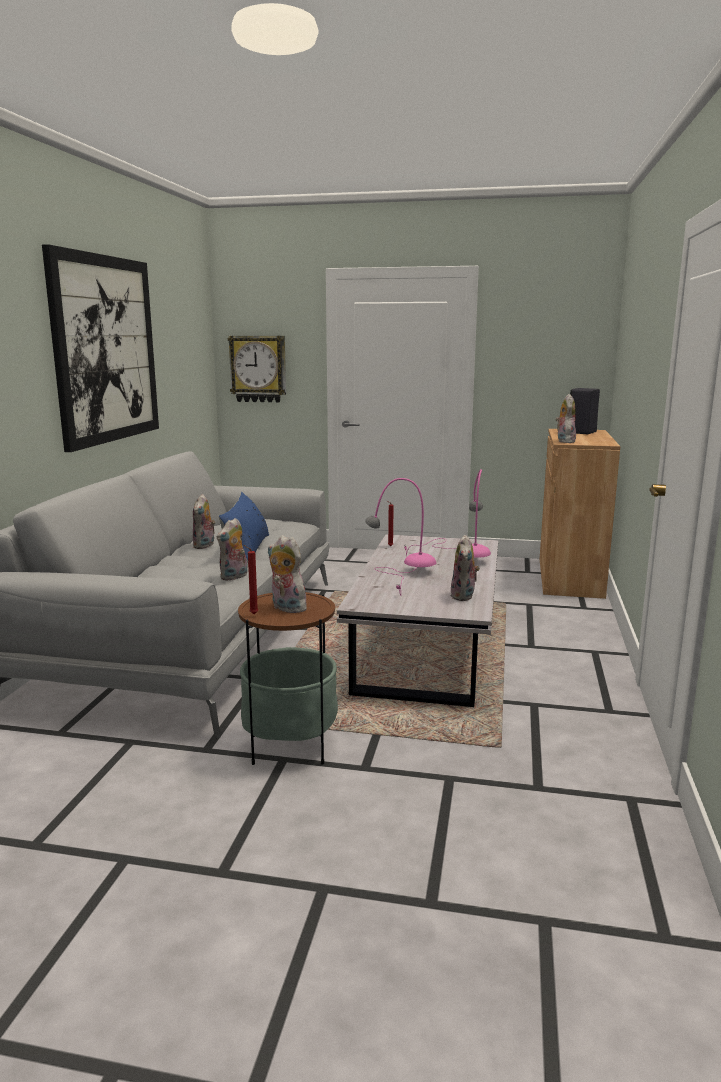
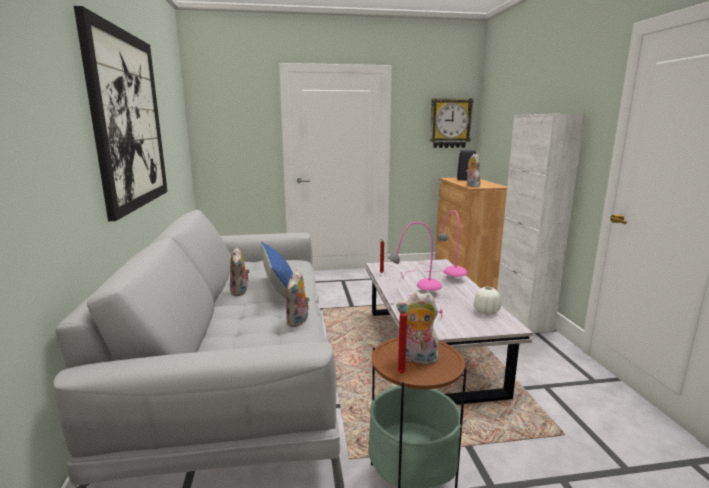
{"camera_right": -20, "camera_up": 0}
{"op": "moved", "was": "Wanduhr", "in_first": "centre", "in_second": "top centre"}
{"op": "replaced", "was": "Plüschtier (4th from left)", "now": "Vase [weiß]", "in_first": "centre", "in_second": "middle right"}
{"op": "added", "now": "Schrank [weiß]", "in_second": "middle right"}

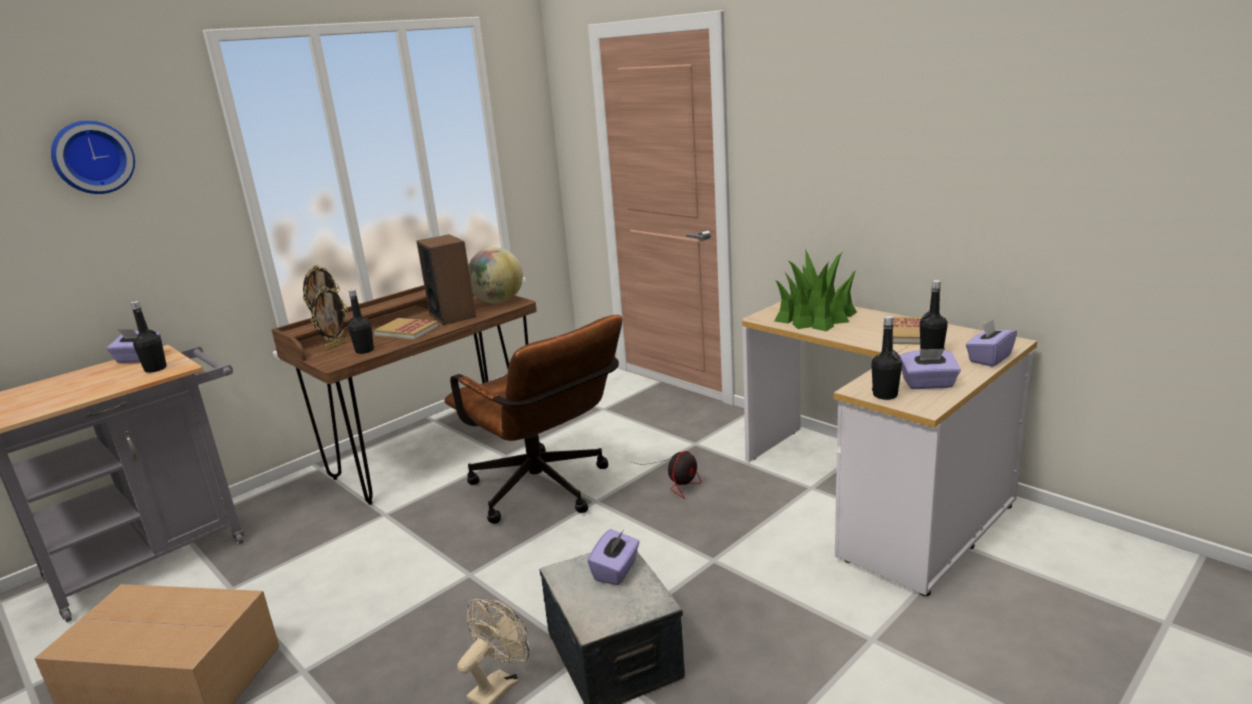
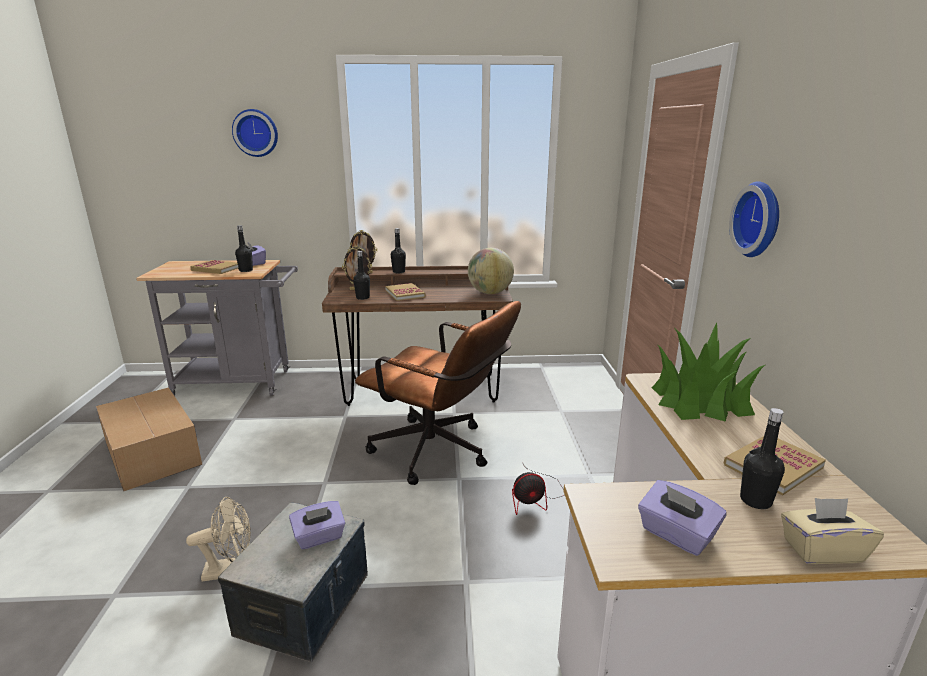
{"camera_right": 40, "camera_up": 0}
{"op": "removed", "was": "Lautsprecher", "in_first": "centre"}
{"op": "turned", "was": "Bürostuhl [braun]", "in_first": "centre", "in_second": "centre", "clockwise": -60}
{"op": "moved", "was": "Flasche [schwarz] (3rd from left)", "in_first": "middle right", "in_second": "centre"}
{"op": "recoloured", "was": "Taschentuchbox [lila] (4th from left)", "now": "Taschentuchbox [beige]", "in_first": "middle right", "in_second": "bottom right"}
{"op": "added", "now": "Wanduhr (2nd from left)", "in_second": "top right"}
{"op": "added", "now": "Buch (1st from left)", "in_second": "middle left"}

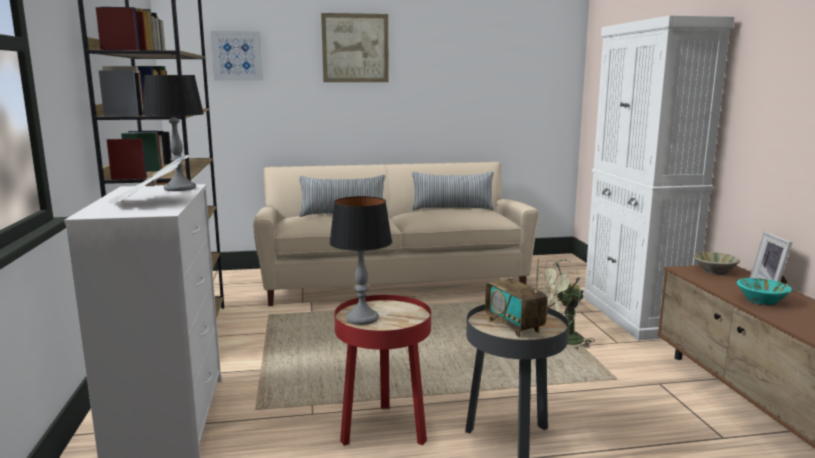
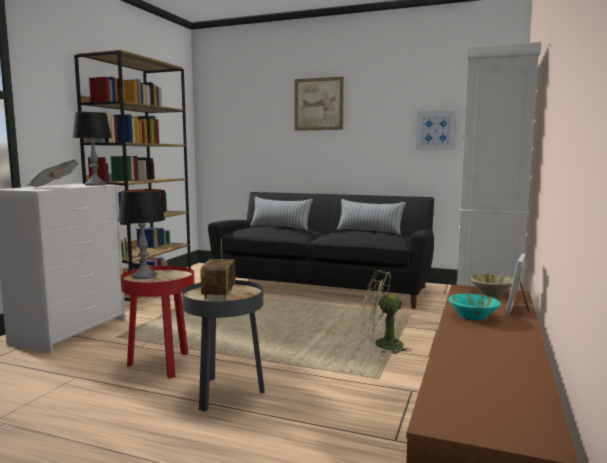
{"camera_right": 30, "camera_up": -5}
{"op": "moved", "was": "Bild (1st from left in the first image)", "now": "Bild (2nd from left)", "in_first": "top left", "in_second": "top right"}
{"op": "recoloured", "was": "Sofa [beige]", "now": "Sofa [schwarz]", "in_first": "centre", "in_second": "centre"}

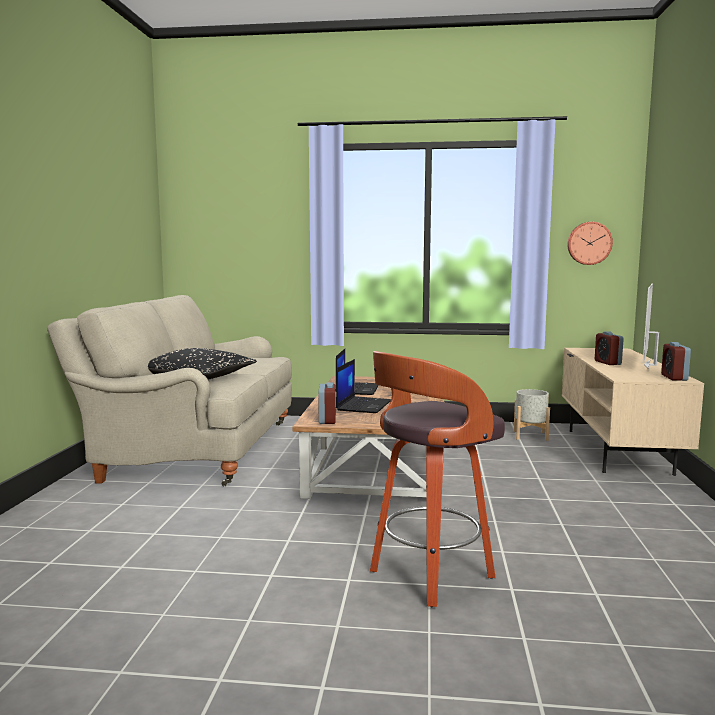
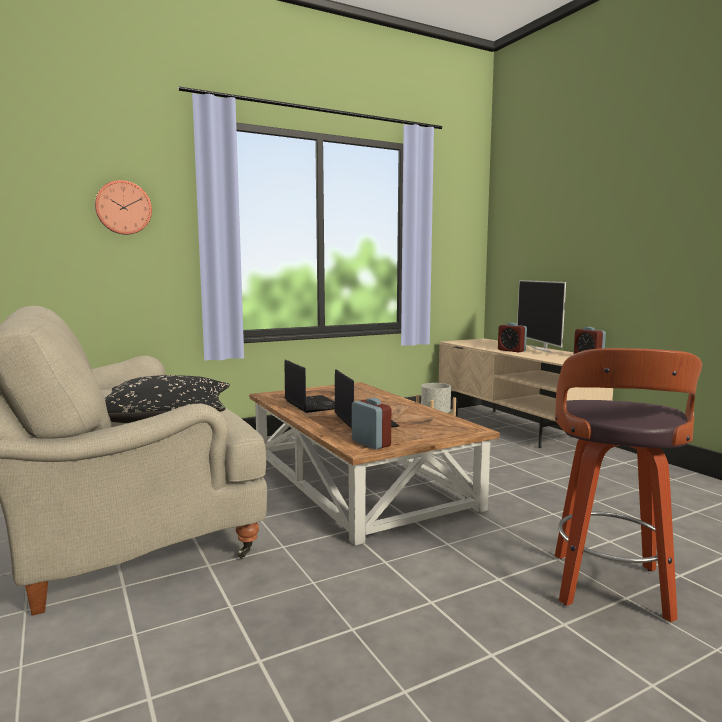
{"camera_right": -35, "camera_up": 0}
{"op": "moved", "was": "Wanduhr", "in_first": "middle right", "in_second": "top left"}

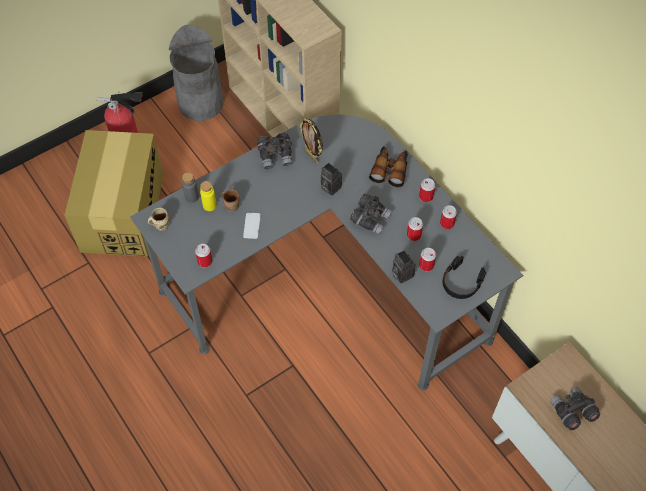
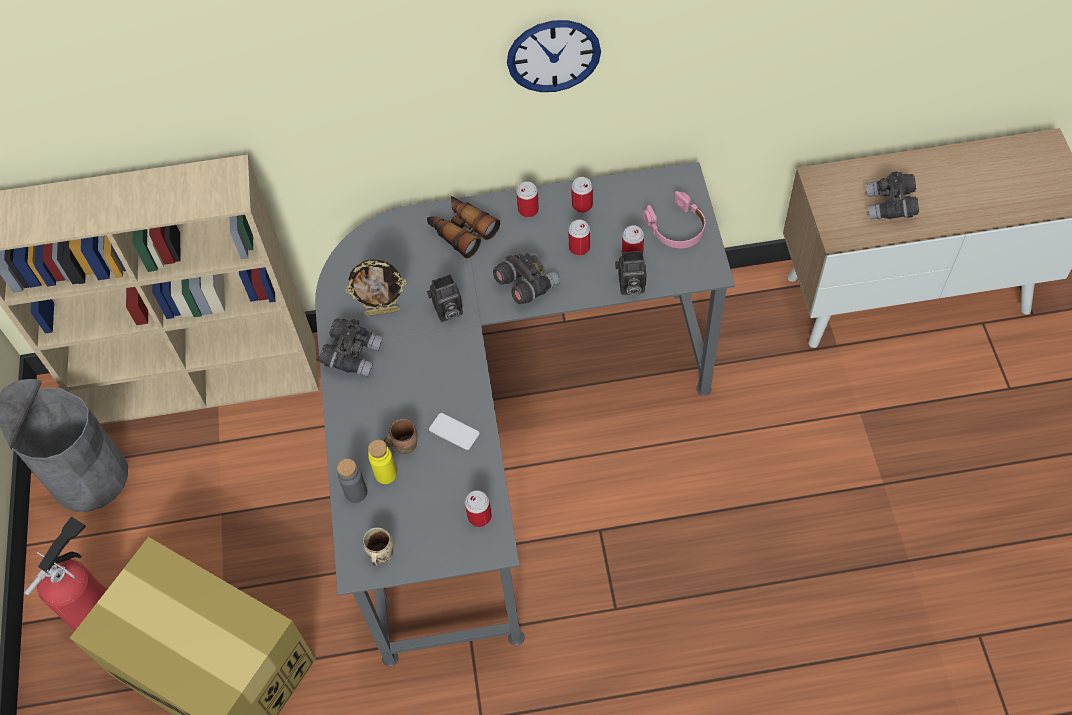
{"camera_right": -60, "camera_up": 0}
{"op": "recoloured", "was": "Kopfhörer [schwarz]", "now": "Kopfhörer [rosa]", "in_first": "middle right", "in_second": "top centre"}
{"op": "added", "now": "Wanduhr", "in_second": "top centre"}

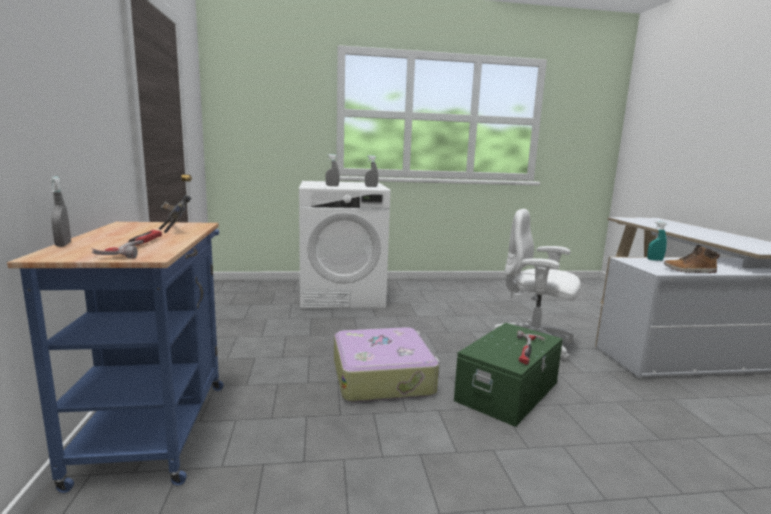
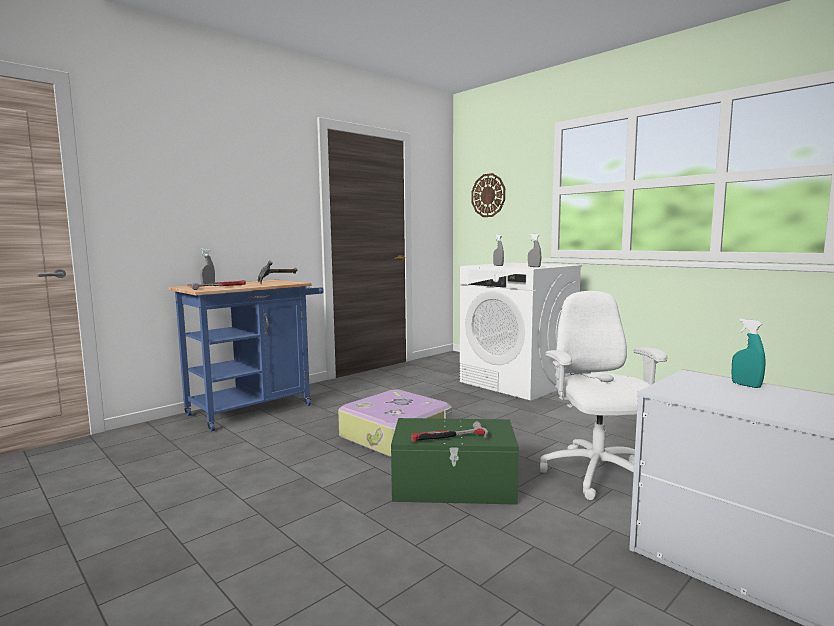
{"camera_right": 55, "camera_up": -5}
{"op": "removed", "was": "Stiefel", "in_first": "middle right"}
{"op": "added", "now": "Wanduhr", "in_second": "top centre"}

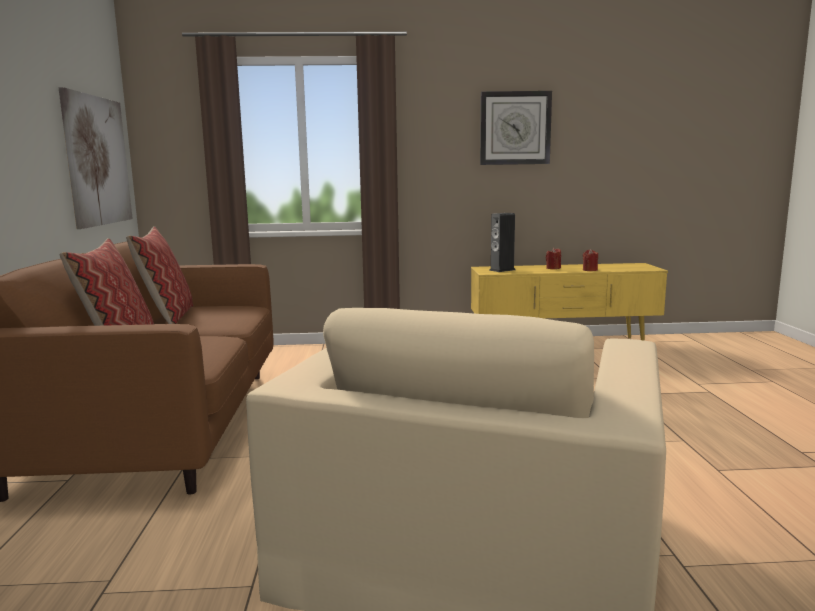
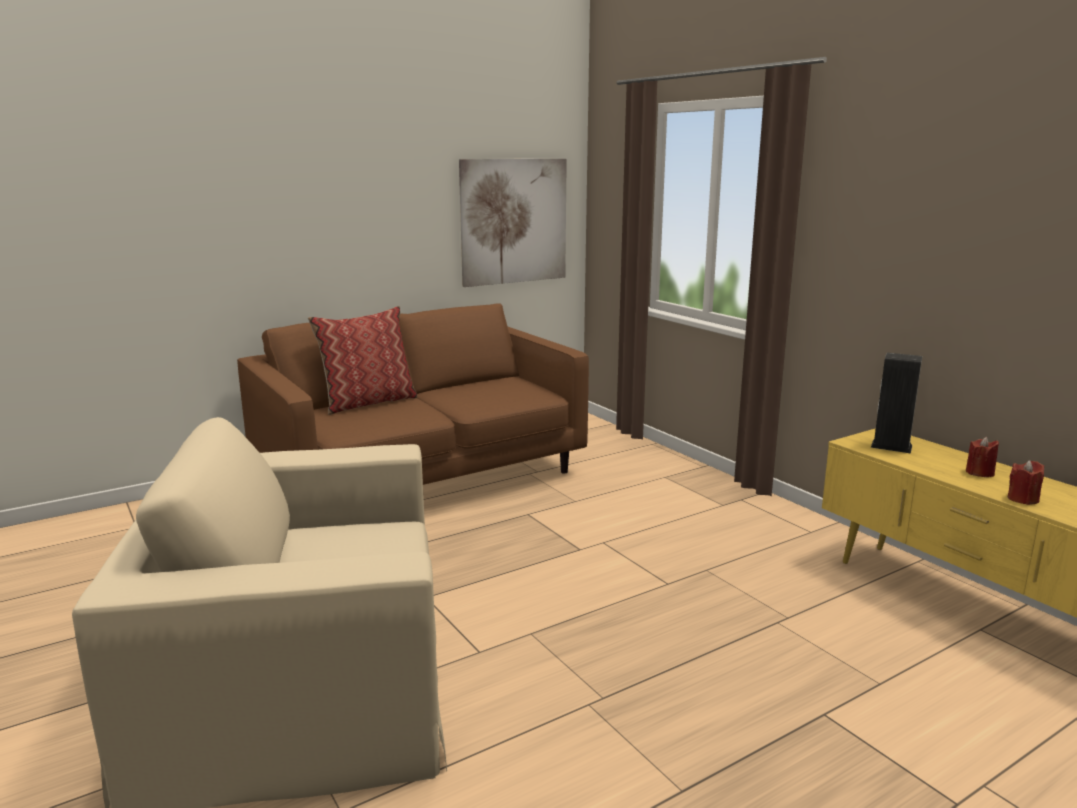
{"camera_right": 60, "camera_up": 5}
{"op": "removed", "was": "Wanduhr", "in_first": "top centre"}
{"op": "removed", "was": "Kissen (2nd from left)", "in_first": "middle left"}

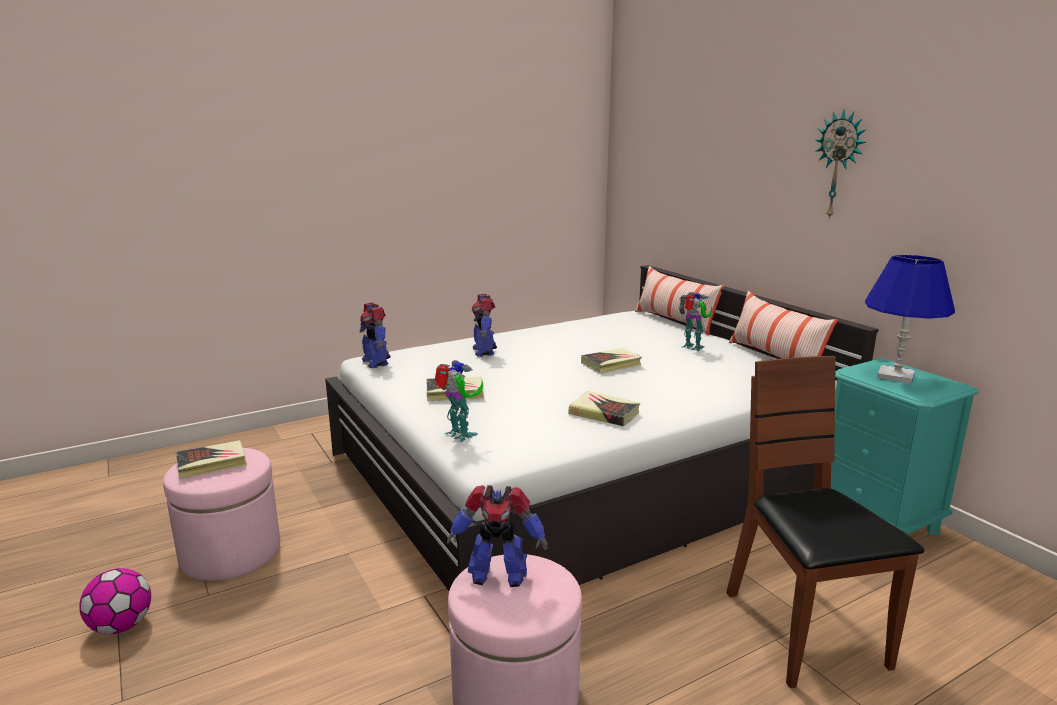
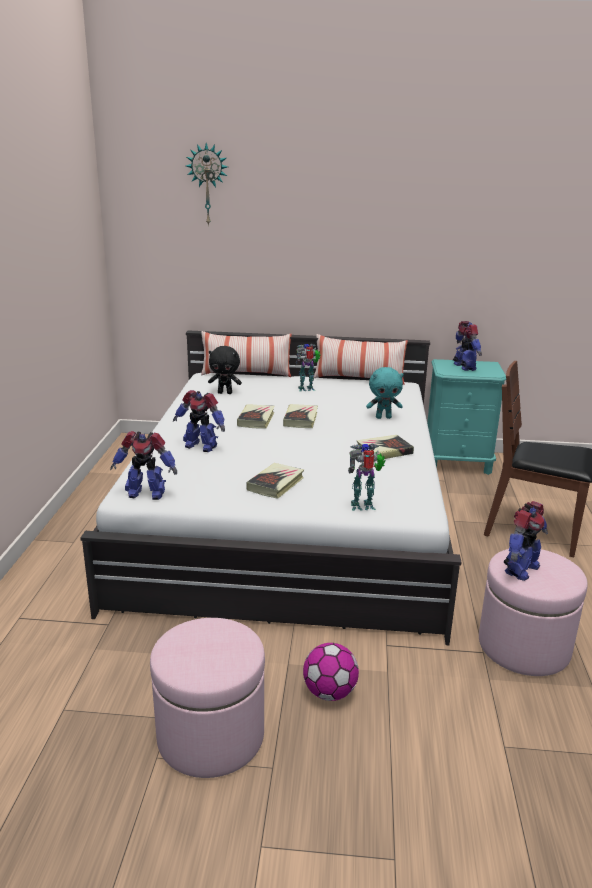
{"camera_right": -55, "camera_up": 5}
{"op": "moved", "was": "Wanduhr", "in_first": "top right", "in_second": "top centre"}
{"op": "replaced", "was": "Tischlampe [blau]", "now": "Spielzeugroboter (5th from left)", "in_first": "middle right", "in_second": "middle right"}
{"op": "moved", "was": "Buch (1st from left)", "in_first": "middle left", "in_second": "centre"}
{"op": "moved", "was": "Fußball", "in_first": "bottom left", "in_second": "bottom centre"}
{"op": "added", "now": "Plüschtier [schwarz]", "in_second": "centre"}
{"op": "added", "now": "Plüschtier [türkis]", "in_second": "centre"}

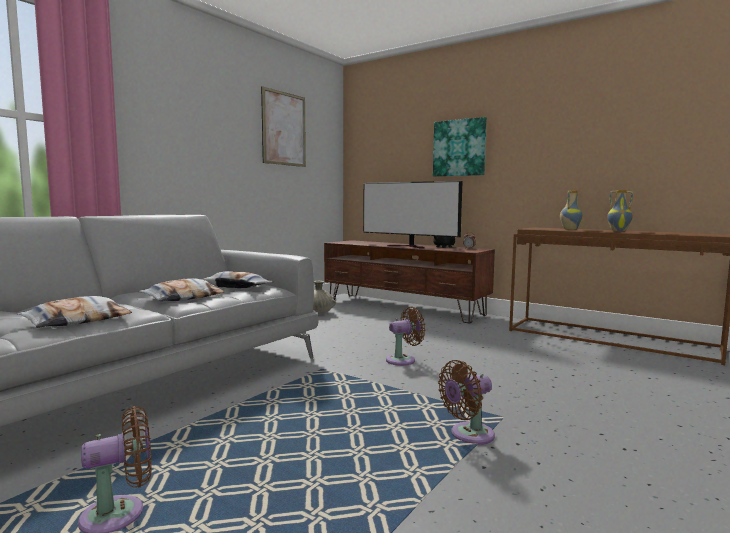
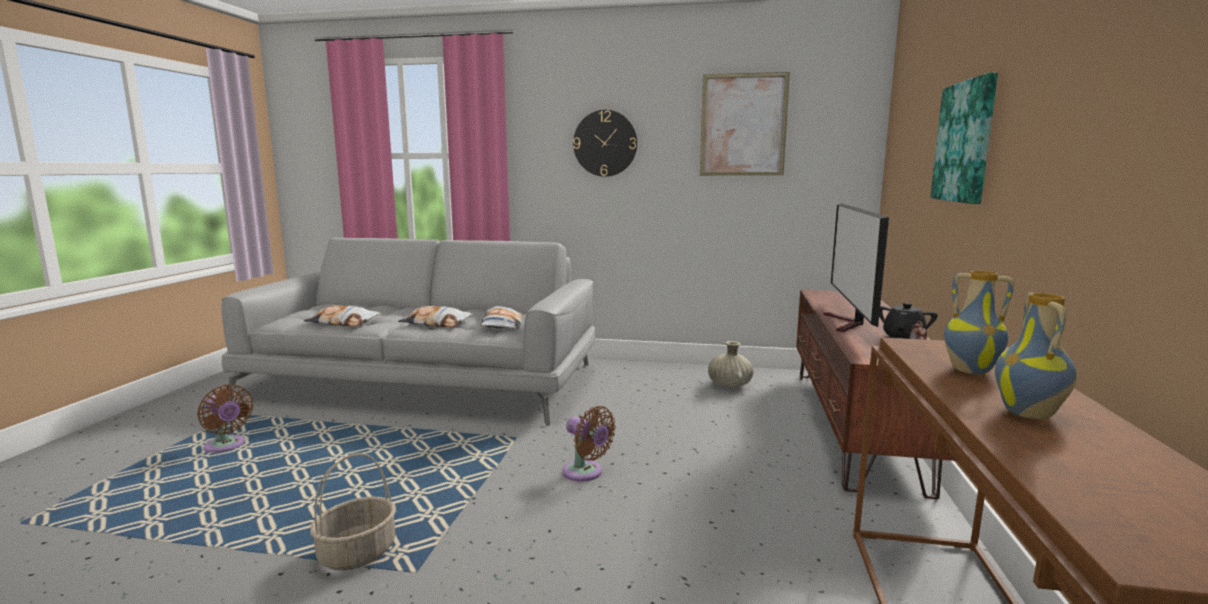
{"camera_right": 65, "camera_up": 5}
{"op": "replaced", "was": "Ventilator [braun] (3rd from left)", "now": "Korb", "in_first": "bottom centre", "in_second": "bottom left"}
{"op": "added", "now": "Wanduhr", "in_second": "top centre"}

